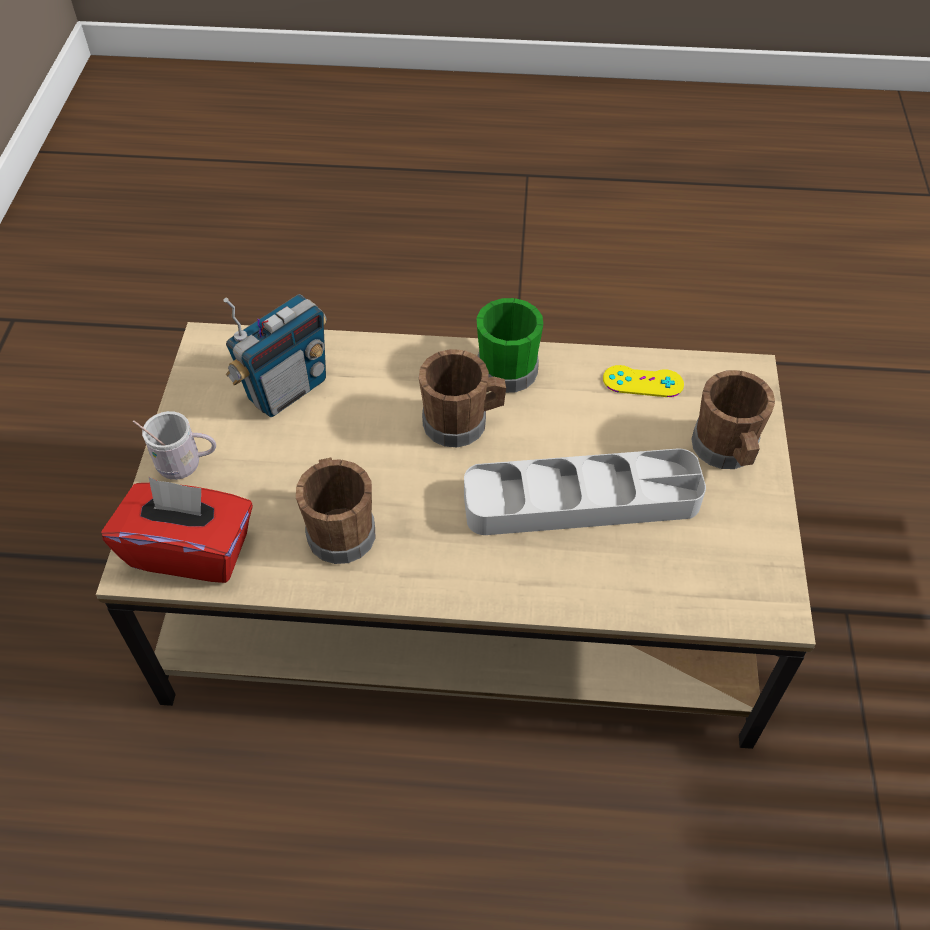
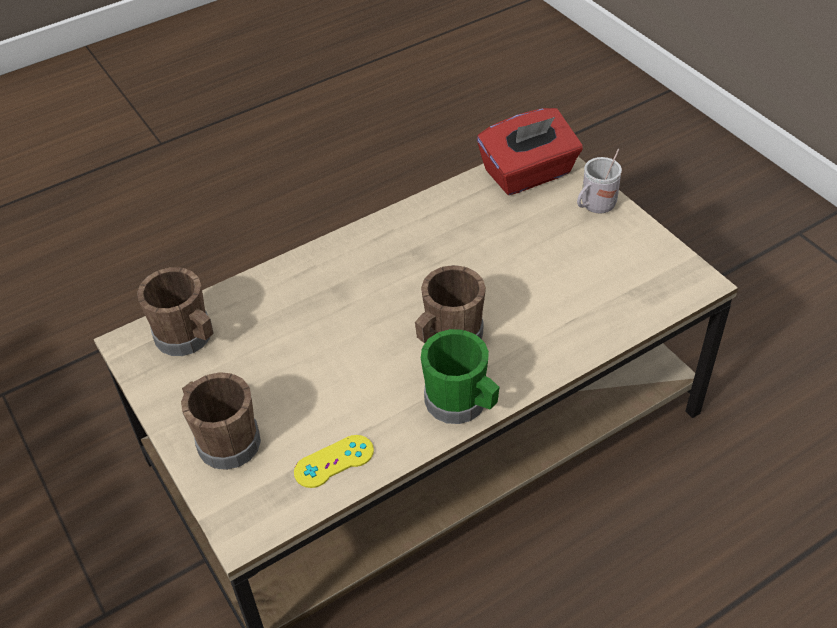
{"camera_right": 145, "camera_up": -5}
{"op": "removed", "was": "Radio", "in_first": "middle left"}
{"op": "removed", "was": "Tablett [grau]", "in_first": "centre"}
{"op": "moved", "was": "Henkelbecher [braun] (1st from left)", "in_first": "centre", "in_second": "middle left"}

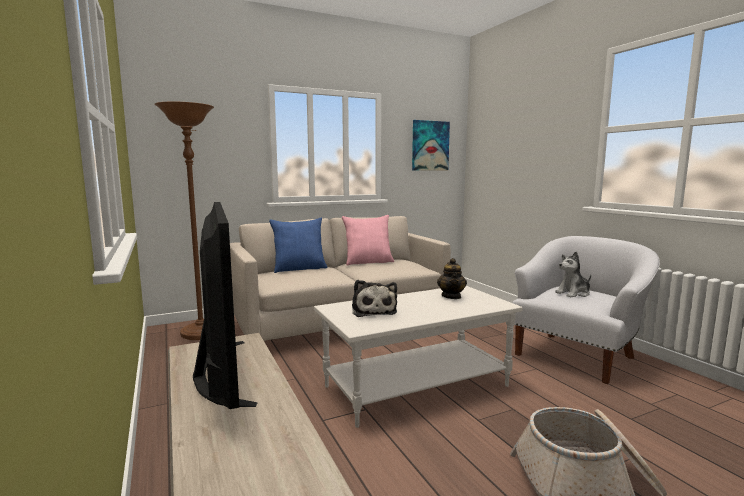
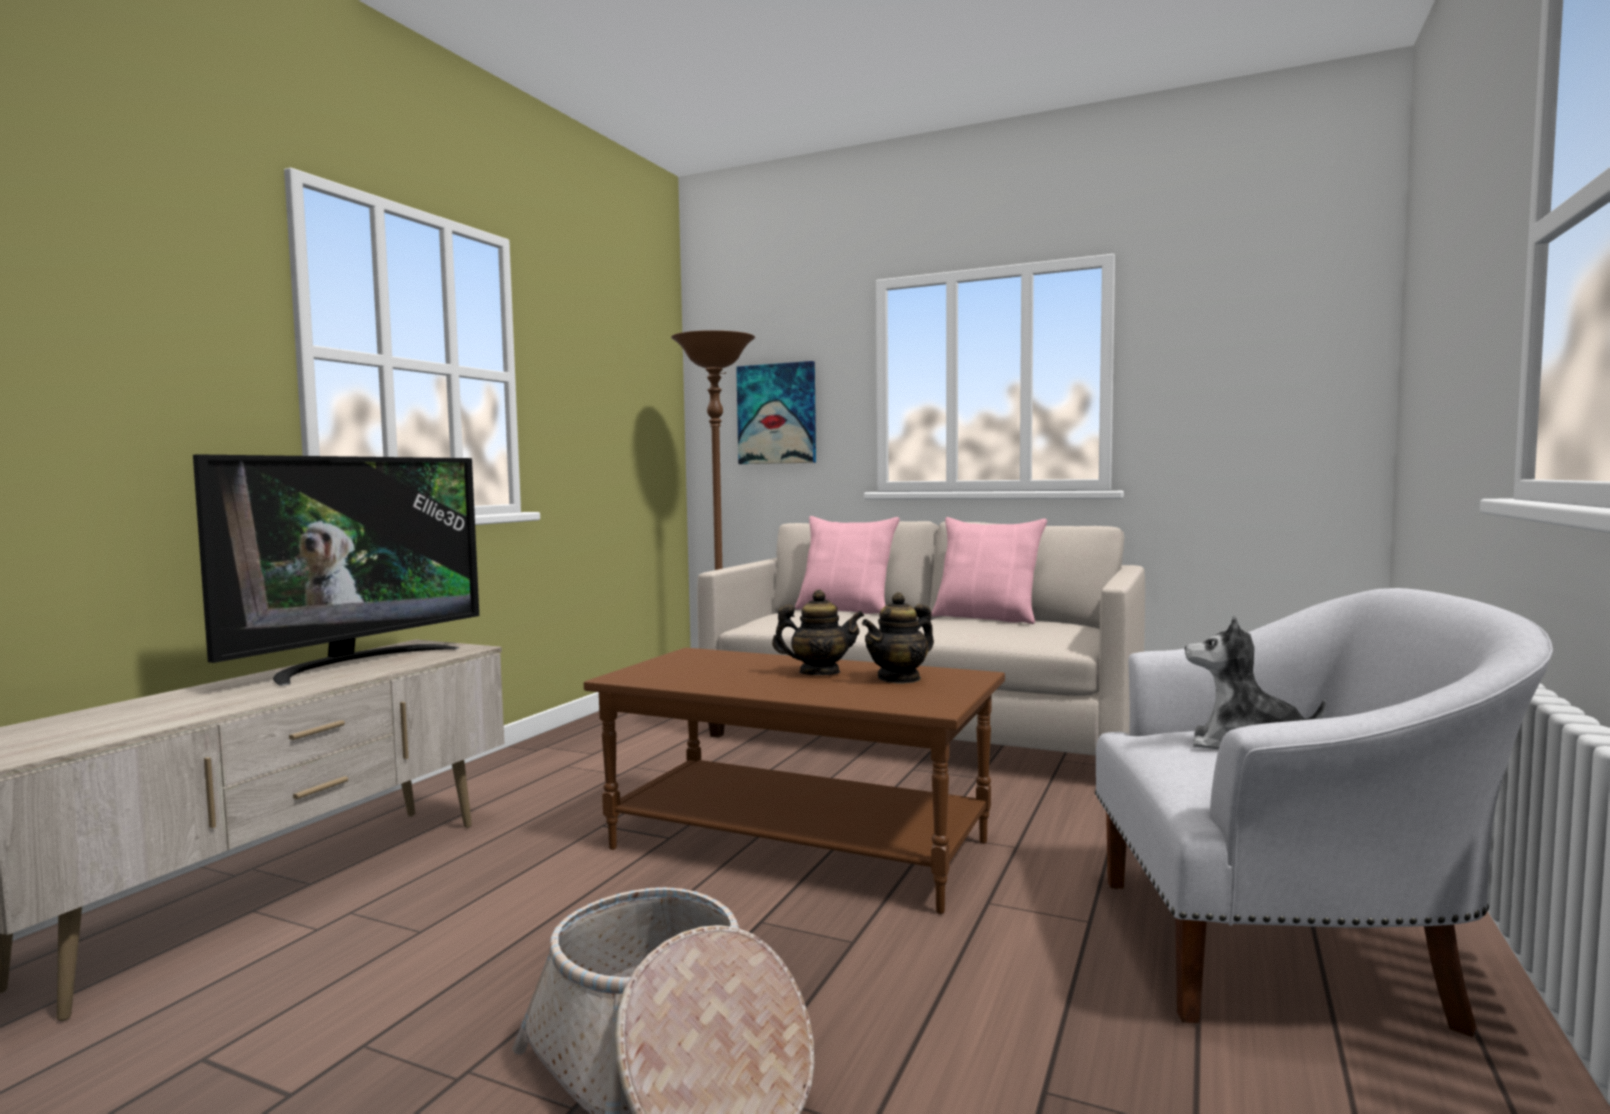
{"camera_right": 50, "camera_up": -5}
{"op": "moved", "was": "Bild", "in_first": "top centre", "in_second": "centre"}
{"op": "recoloured", "was": "Kissen [blau]", "now": "Kissen [rosa] (1st from left)", "in_first": "centre", "in_second": "centre"}
{"op": "removed", "was": "Plüschtier (1st from left)", "in_first": "centre"}
{"op": "recoloured", "was": "Couchtisch [weiß]", "now": "Couchtisch [braun]", "in_first": "bottom centre", "in_second": "bottom centre"}
{"op": "added", "now": "Teekanne (1st from left)", "in_second": "centre"}

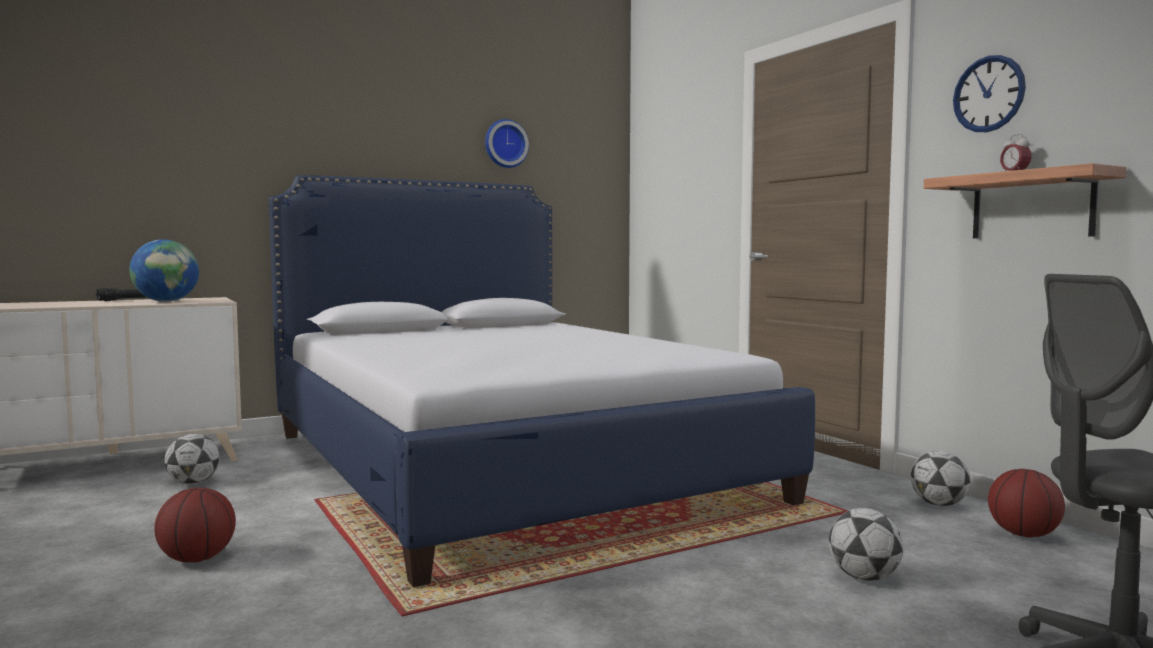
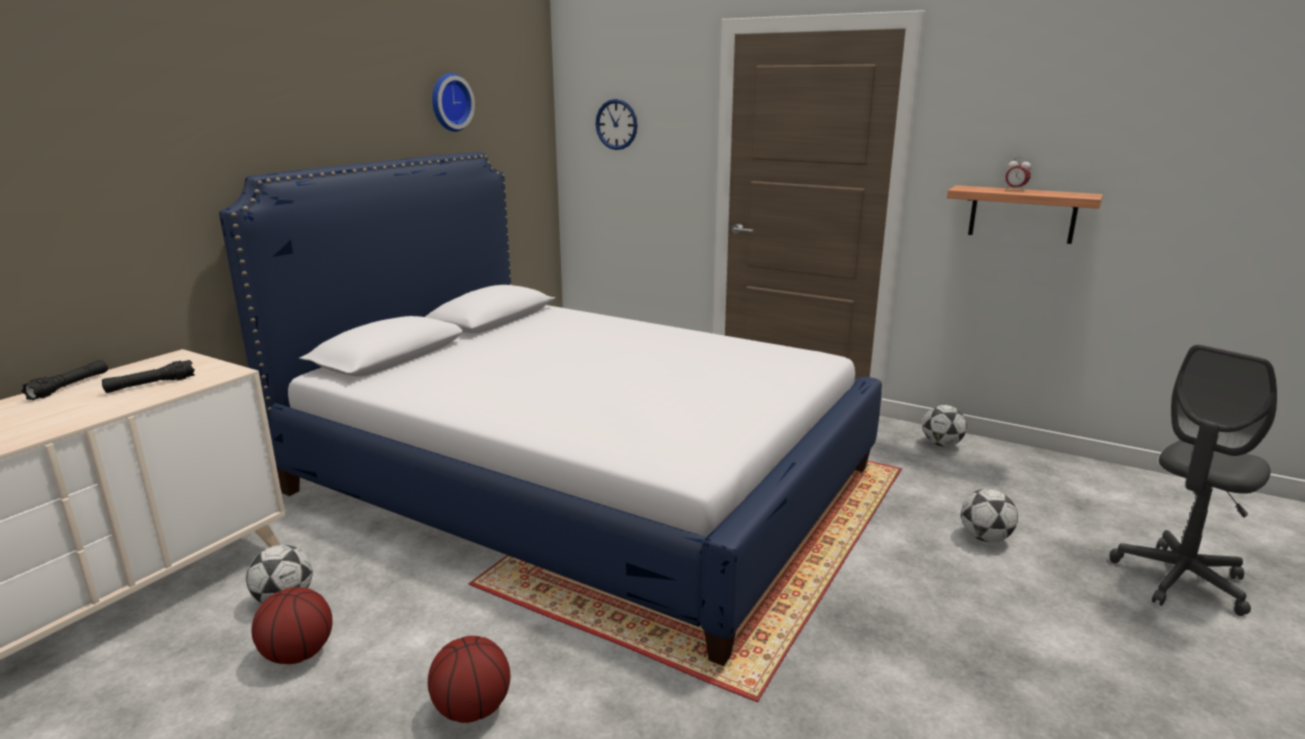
{"camera_right": -30, "camera_up": 15}
{"op": "moved", "was": "Wanduhr (2nd from left)", "in_first": "top right", "in_second": "top centre"}
{"op": "replaced", "was": "Globus", "now": "Taschenlampe [schwarz] (2nd from left)", "in_first": "middle left", "in_second": "middle left"}
{"op": "moved", "was": "Basketball (2nd from left in the first image)", "now": "Basketball (1st from left)", "in_first": "bottom right", "in_second": "bottom left"}

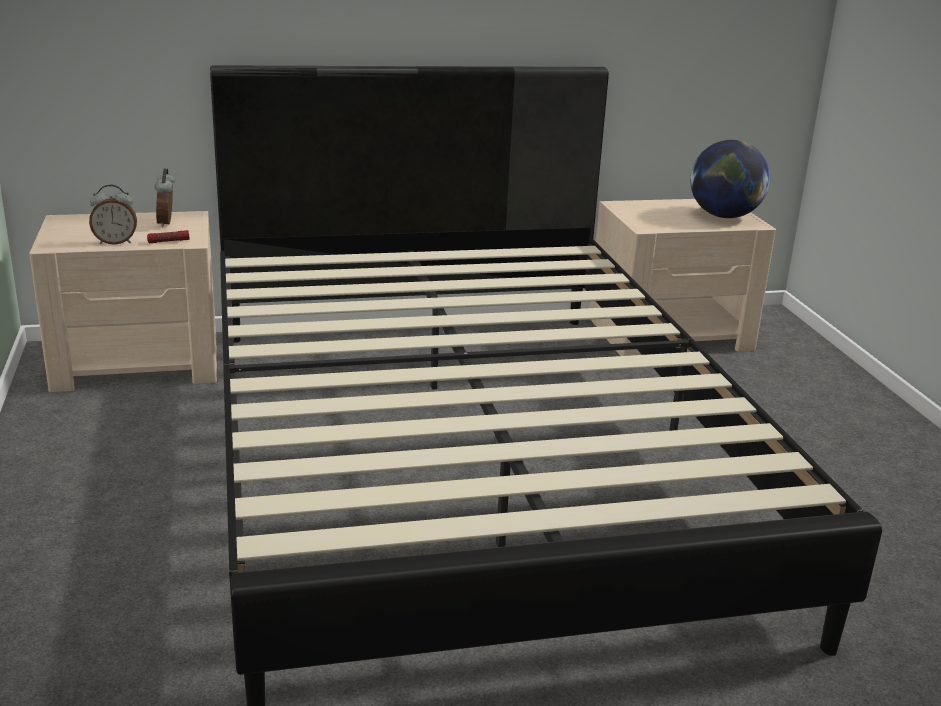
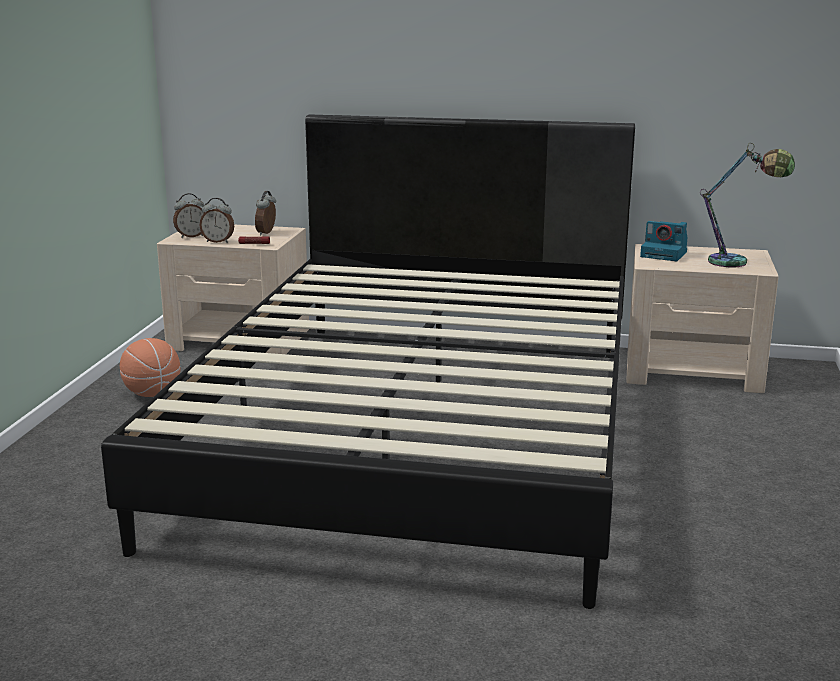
{"camera_right": 25, "camera_up": -5}
{"op": "replaced", "was": "Globus", "now": "Tischlampe", "in_first": "top right", "in_second": "top right"}
{"op": "added", "now": "Wecker (1st from left)", "in_second": "top left"}
{"op": "added", "now": "Kamera", "in_second": "middle right"}
{"op": "added", "now": "Basketball", "in_second": "middle left"}

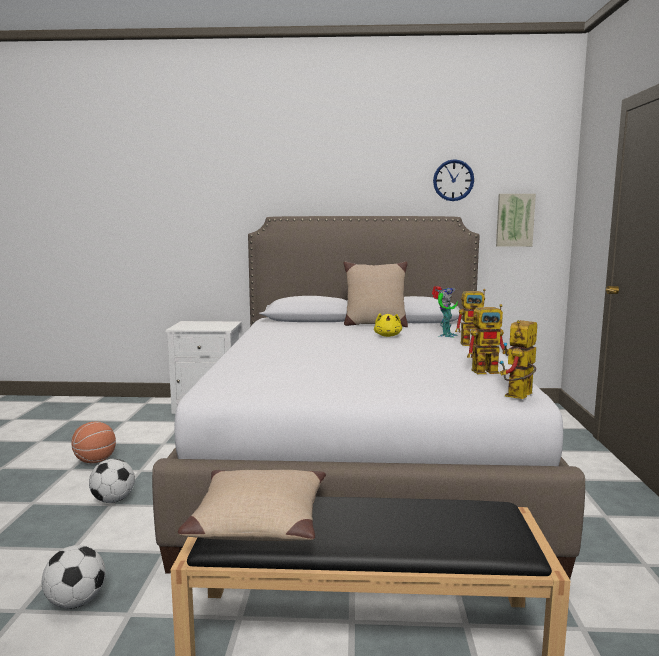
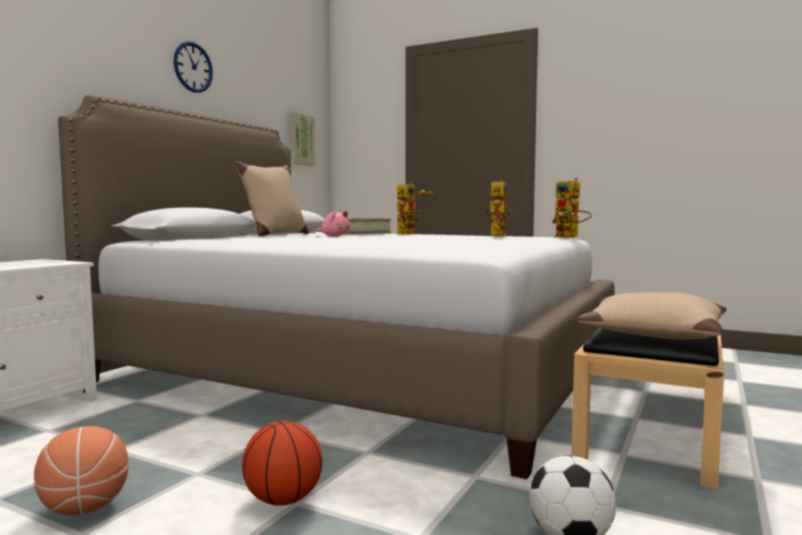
{"camera_right": -65, "camera_up": -5}
{"op": "moved", "was": "Wanduhr", "in_first": "top right", "in_second": "top left"}
{"op": "replaced", "was": "Spielzeugroboter (1st from left)", "now": "Buch", "in_first": "middle right", "in_second": "centre"}
{"op": "recoloured", "was": "Plüschtier [gelb]", "now": "Plüschtier [rosa]", "in_first": "centre", "in_second": "centre"}
{"op": "replaced", "was": "Fußball (2nd from left)", "now": "Basketball (2nd from left)", "in_first": "bottom left", "in_second": "bottom centre"}

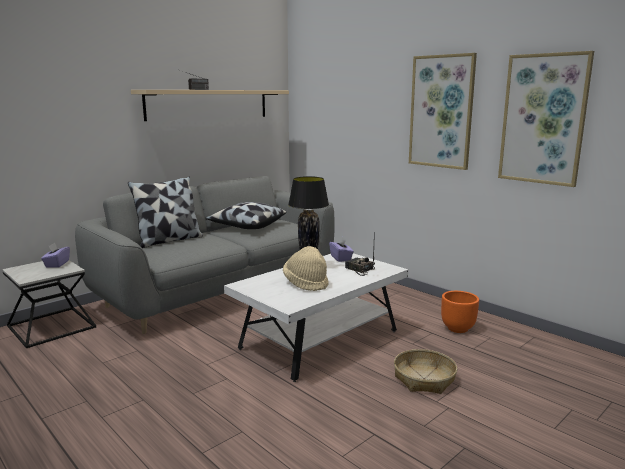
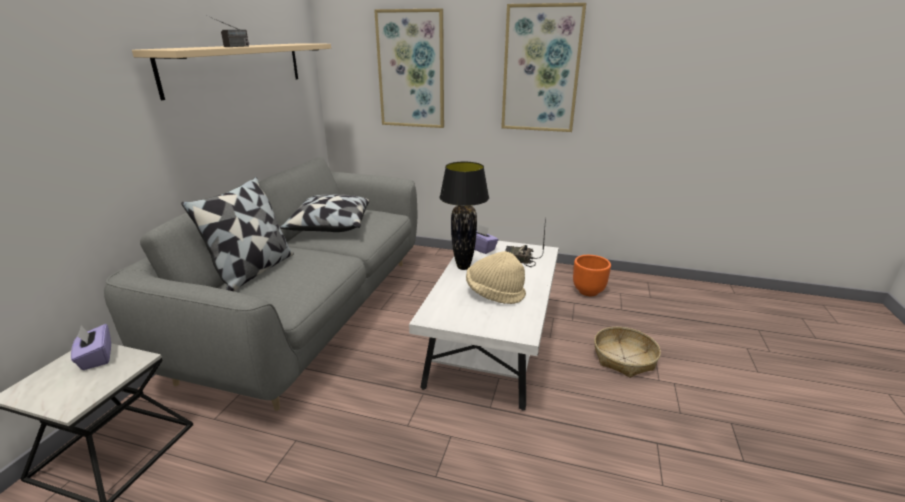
{"camera_right": -30, "camera_up": 10}
{"op": "moved", "was": "Bild (2nd from left in the first image)", "now": "Bild (1st from left)", "in_first": "top right", "in_second": "top centre"}

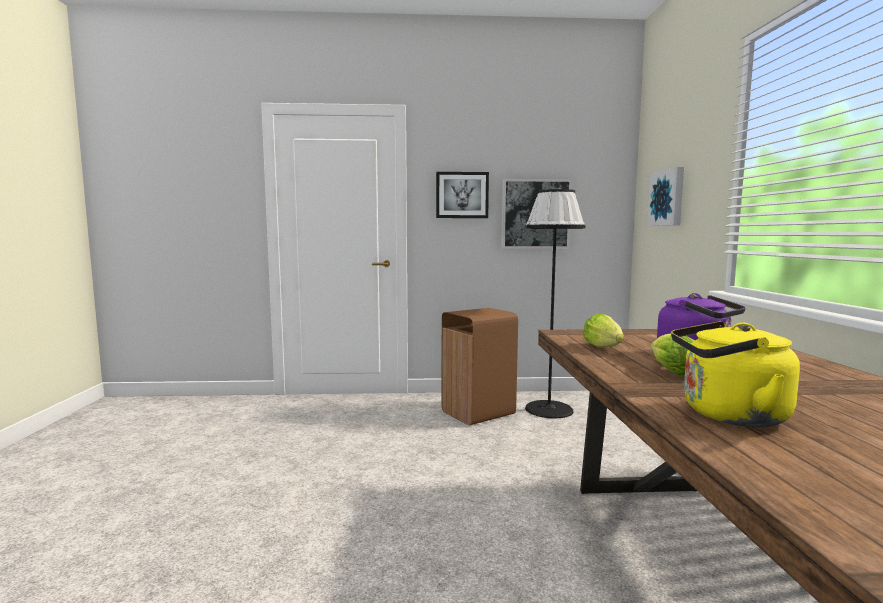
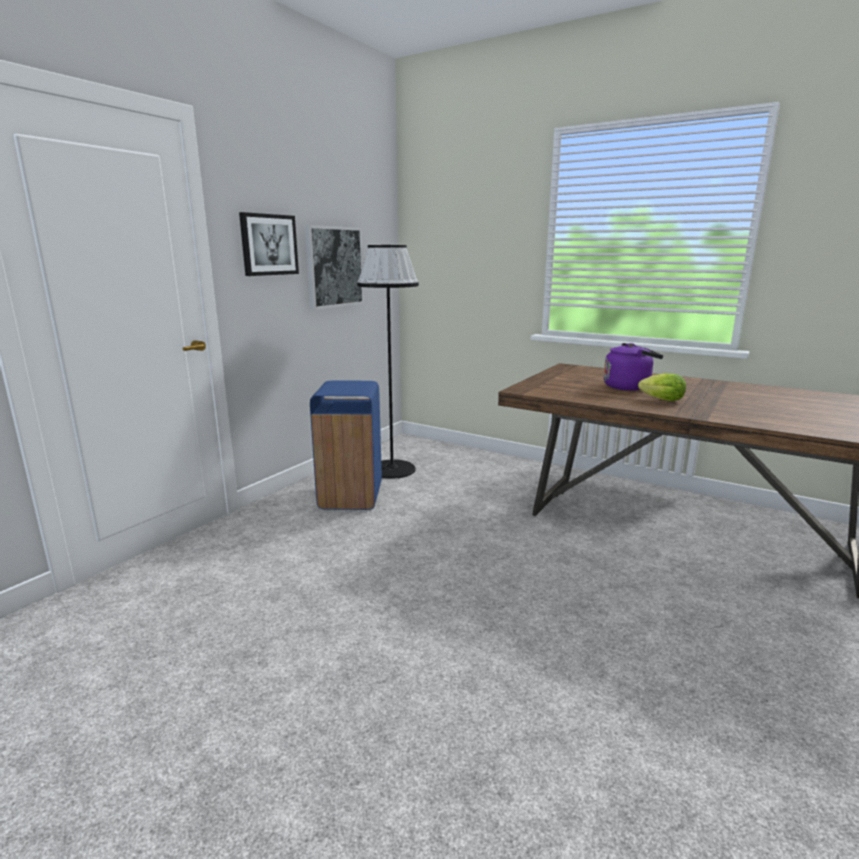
{"camera_right": -55, "camera_up": 10}
{"op": "removed", "was": "Bild (3rd from left)", "in_first": "top right"}
{"op": "recoloured", "was": "Mülleimer [braun]", "now": "Mülleimer [blau]", "in_first": "centre", "in_second": "centre"}
{"op": "removed", "was": "Salatkopf (1st from left)", "in_first": "middle right"}
{"op": "removed", "was": "Wasserkessel [gelb]", "in_first": "middle right"}

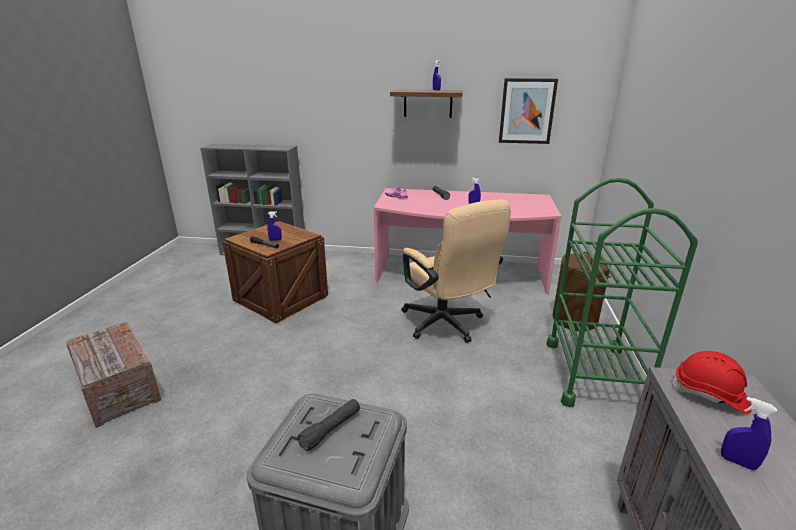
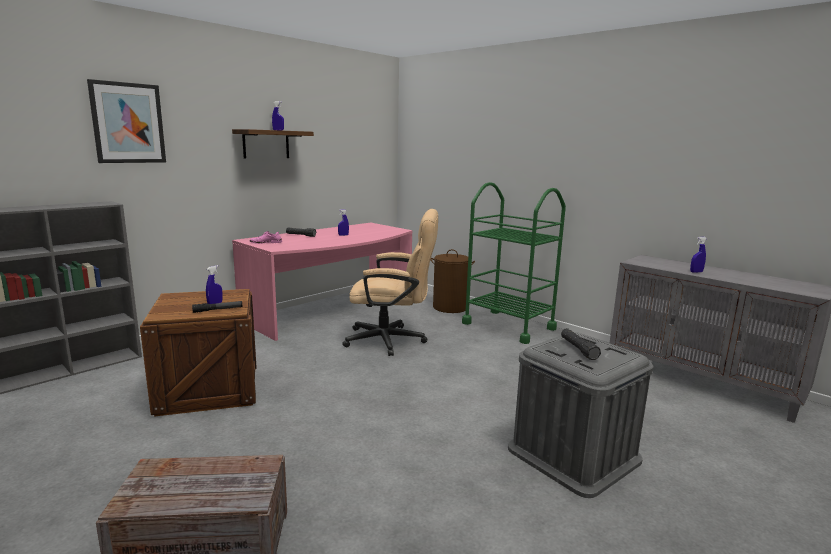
{"camera_right": -55, "camera_up": -10}
{"op": "moved", "was": "Bild", "in_first": "top centre", "in_second": "top left"}
{"op": "removed", "was": "Schutzhelm [rot]", "in_first": "bottom right"}

